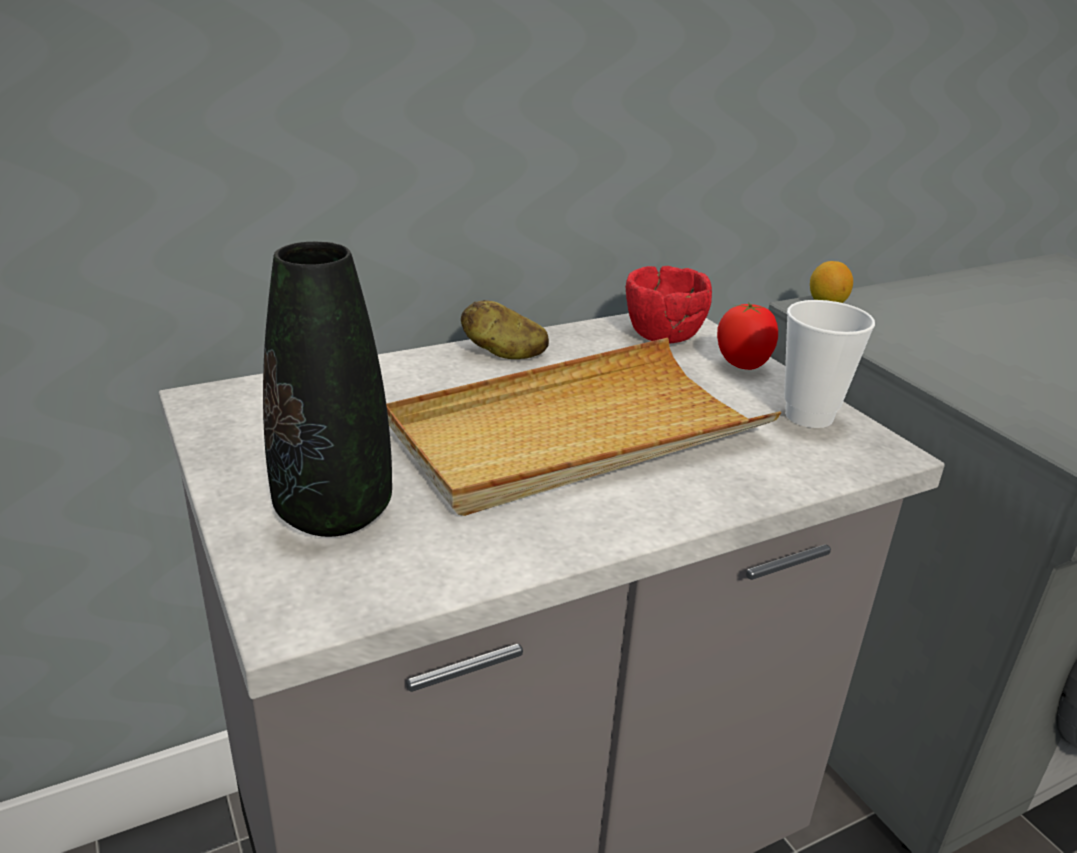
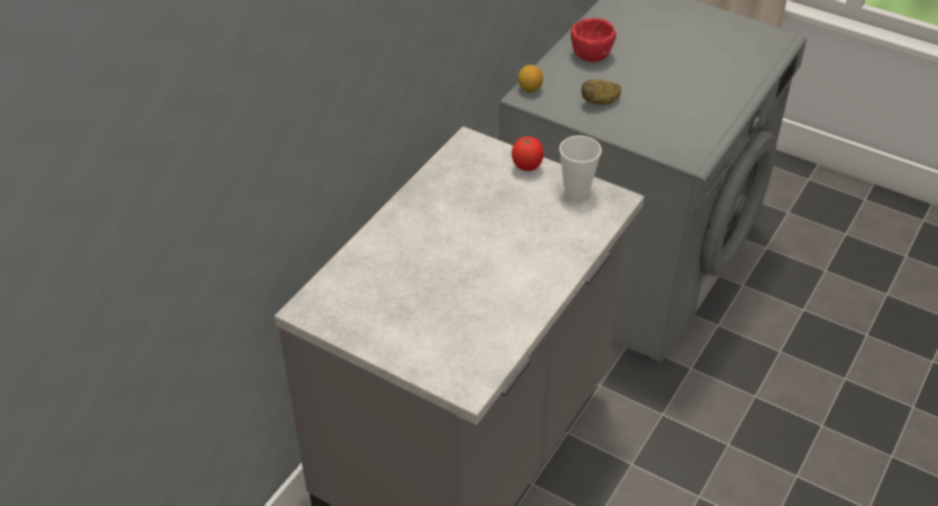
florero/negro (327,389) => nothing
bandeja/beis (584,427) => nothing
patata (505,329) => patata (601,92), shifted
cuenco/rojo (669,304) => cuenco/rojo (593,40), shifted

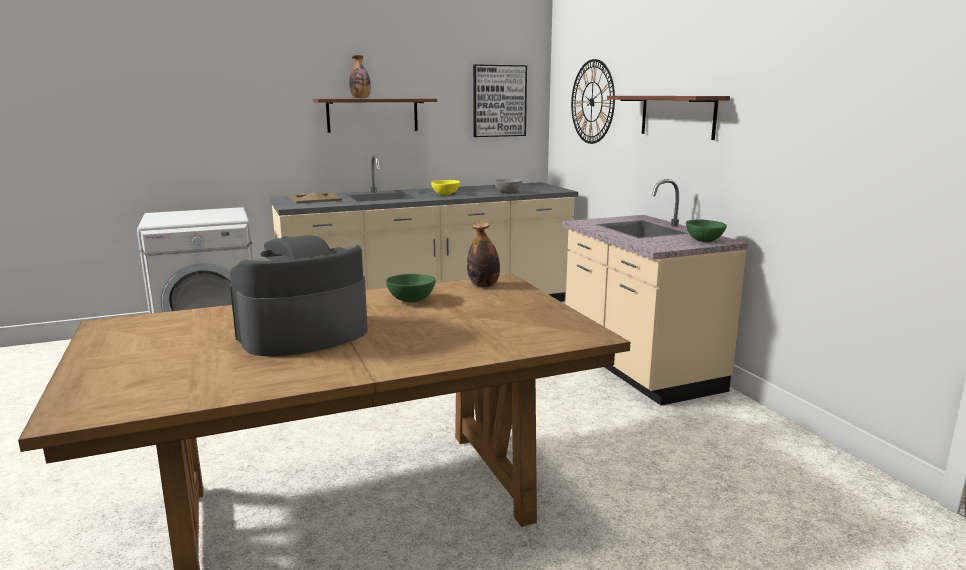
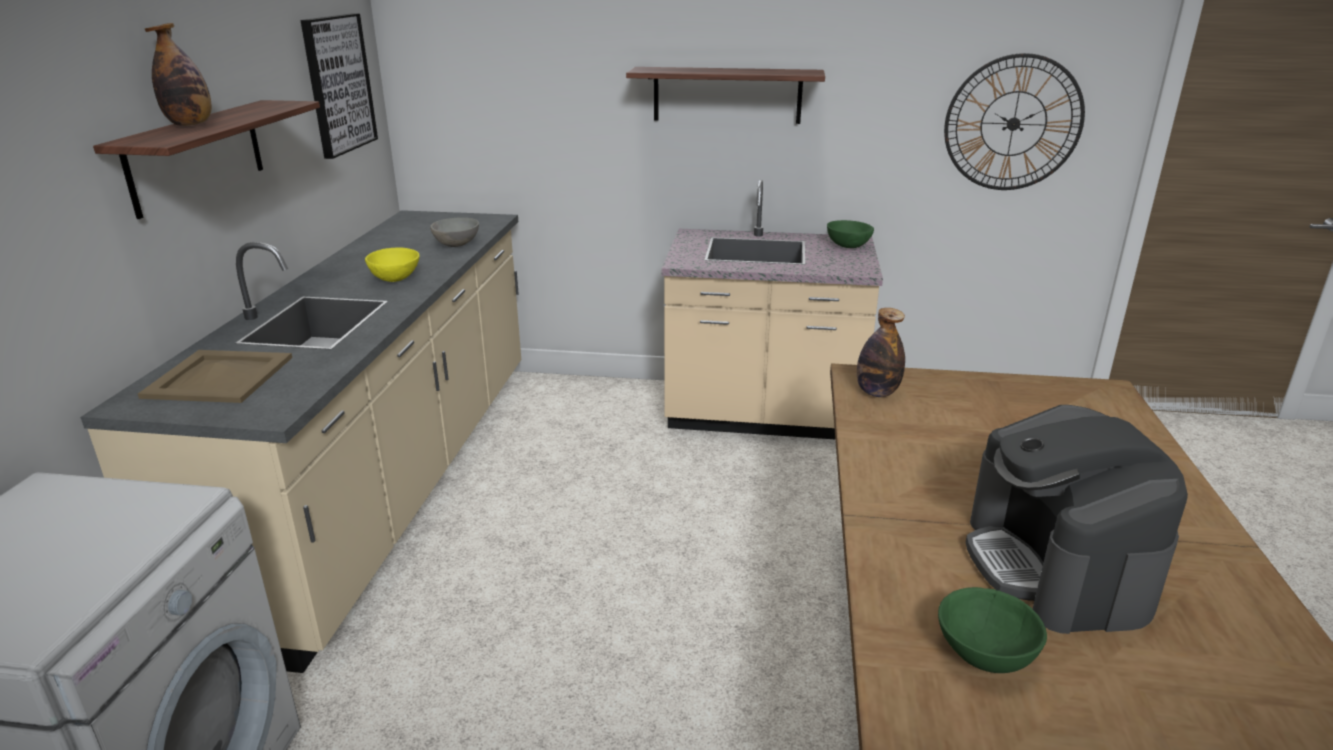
cuenco/verde (411,288) => cuenco/verde (992,630), shifted
reloj de pared (593,101) => reloj de pared (1014,121), shifted

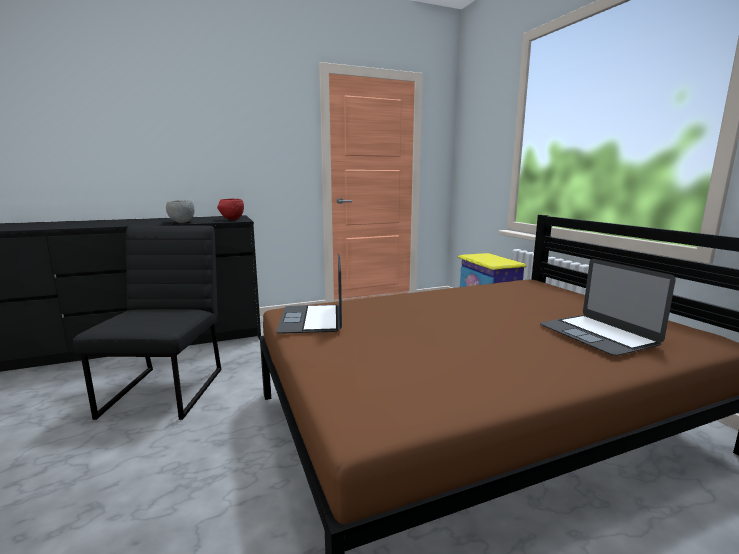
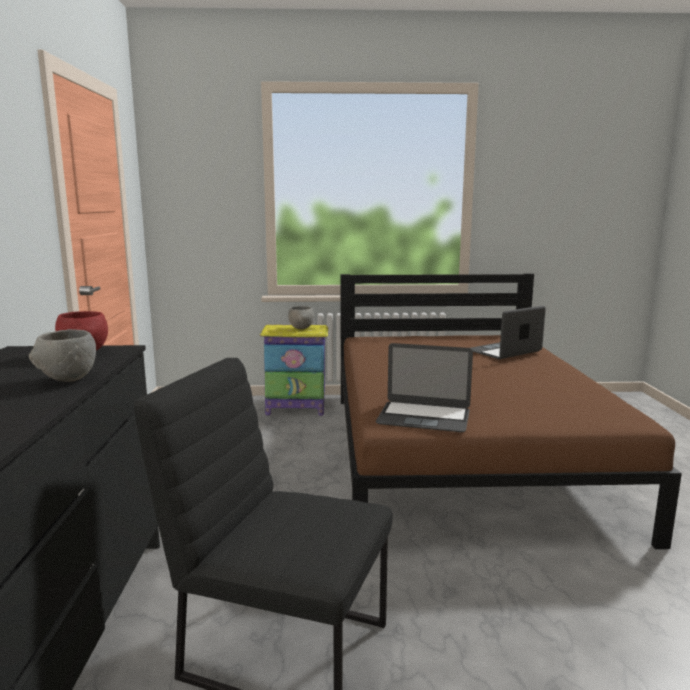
nothing => cuenco/gris (301,317)
portátil (608,307) => portátil (508,332), 150 degrees clockwise

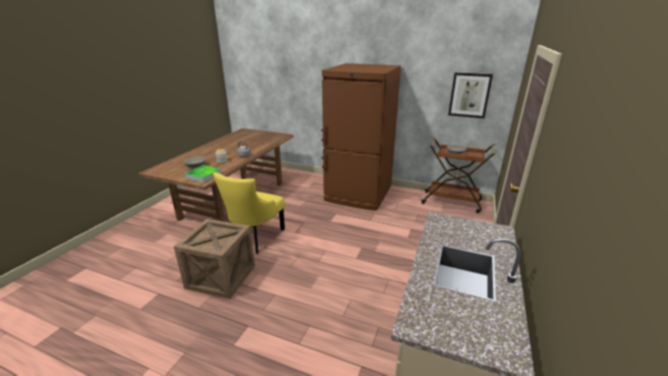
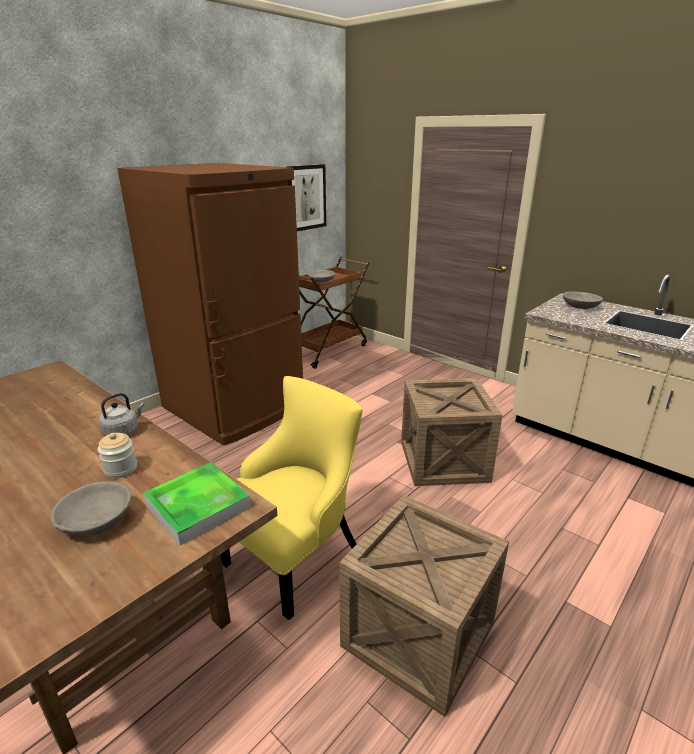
nothing => caja de embalaje (451,432)
nothing => cuenco/gris (583,300)
silla/amarillo (249,213) => silla/amarillo (292,498), 90 degrees counterclockwise

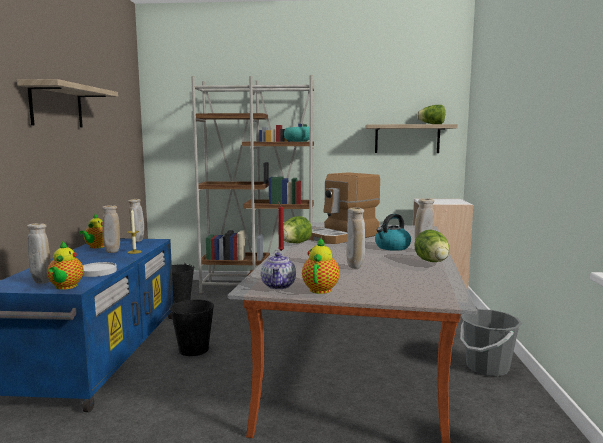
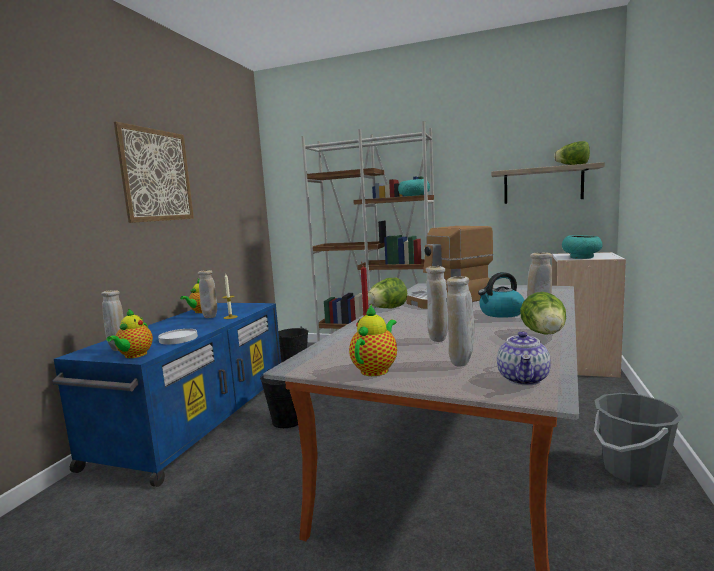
nothing => cuenco/turquesa (582,247)
florero/beis (136,220) => florero/beis (460,321), shifted
tetera (278,270) => tetera (524,358), shifted
estante (67,103) => cuadro (154,172)

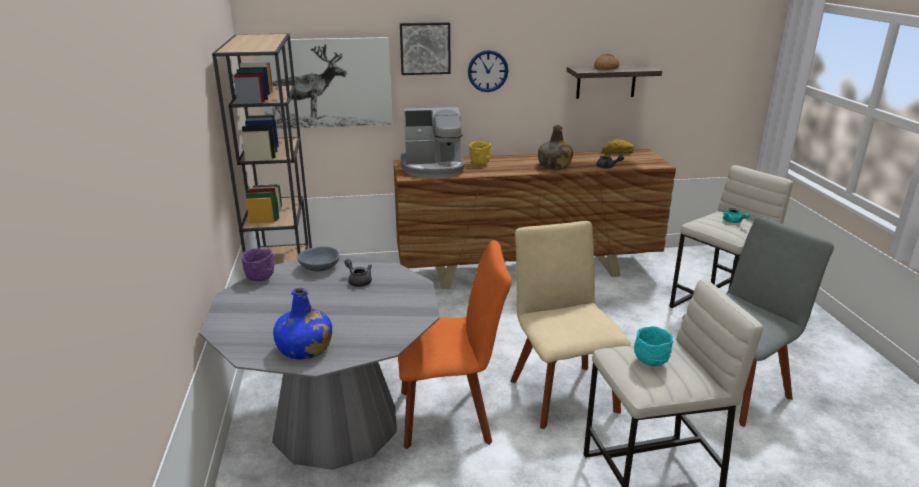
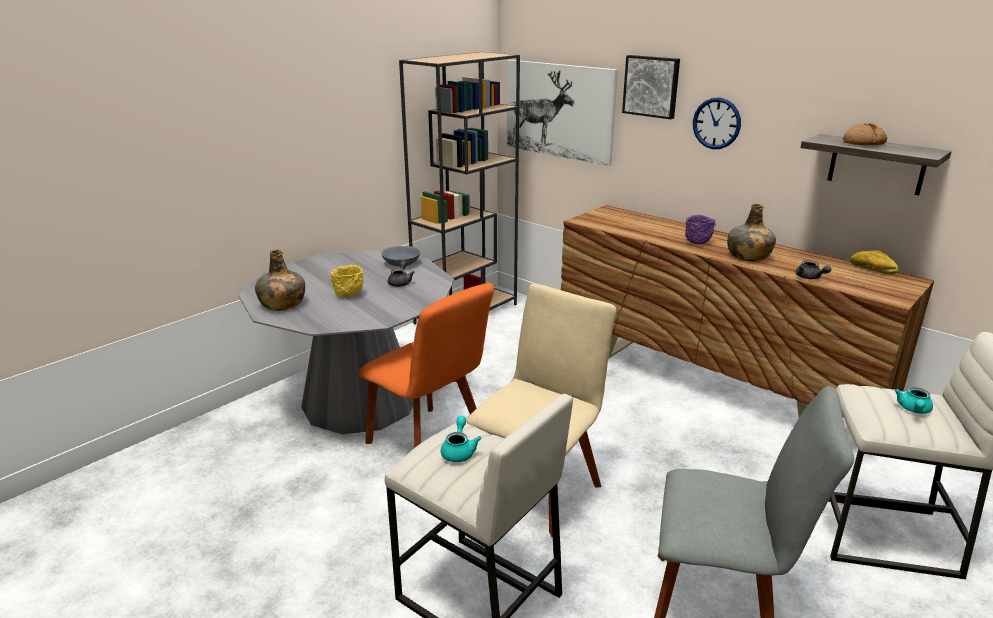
cafetera (433,142) => nothing
cuenco/morado (258,265) => cuenco/morado (700,229), shifted
cuenco/amarillo (480,153) => cuenco/amarillo (347,281), shifted
cuenco/turquesa (654,346) => tetera/turquesa (461,439)
botella/azul (302,323) => botella/verde (280,280)

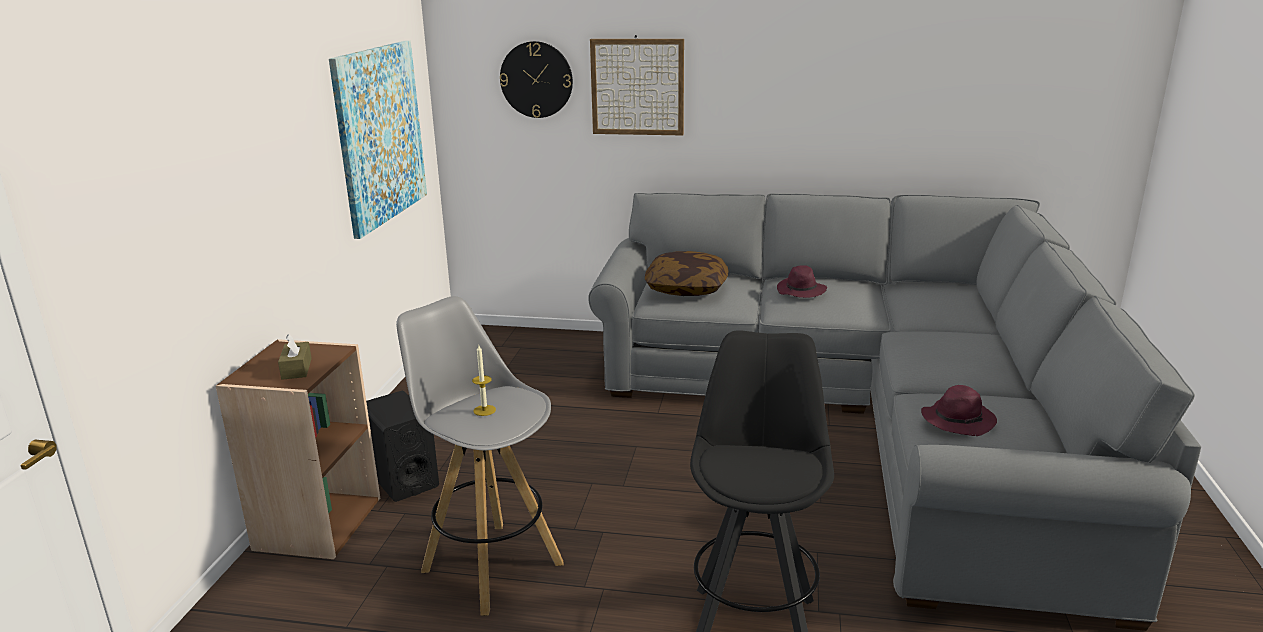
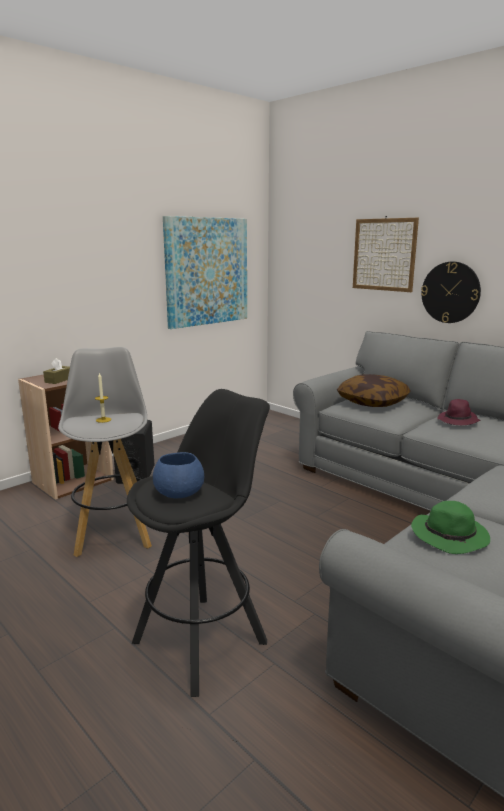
nothing => cuenco/azul (178,475)
reloj de pared (536,79) => reloj de pared (451,292), shifted
sombrero/morado (959,410) => sombrero/verde (450,527)

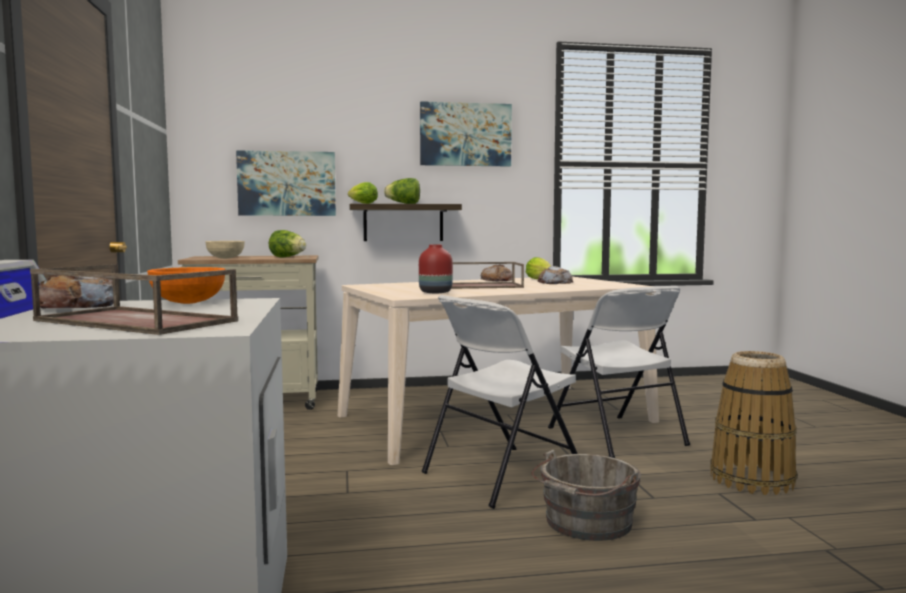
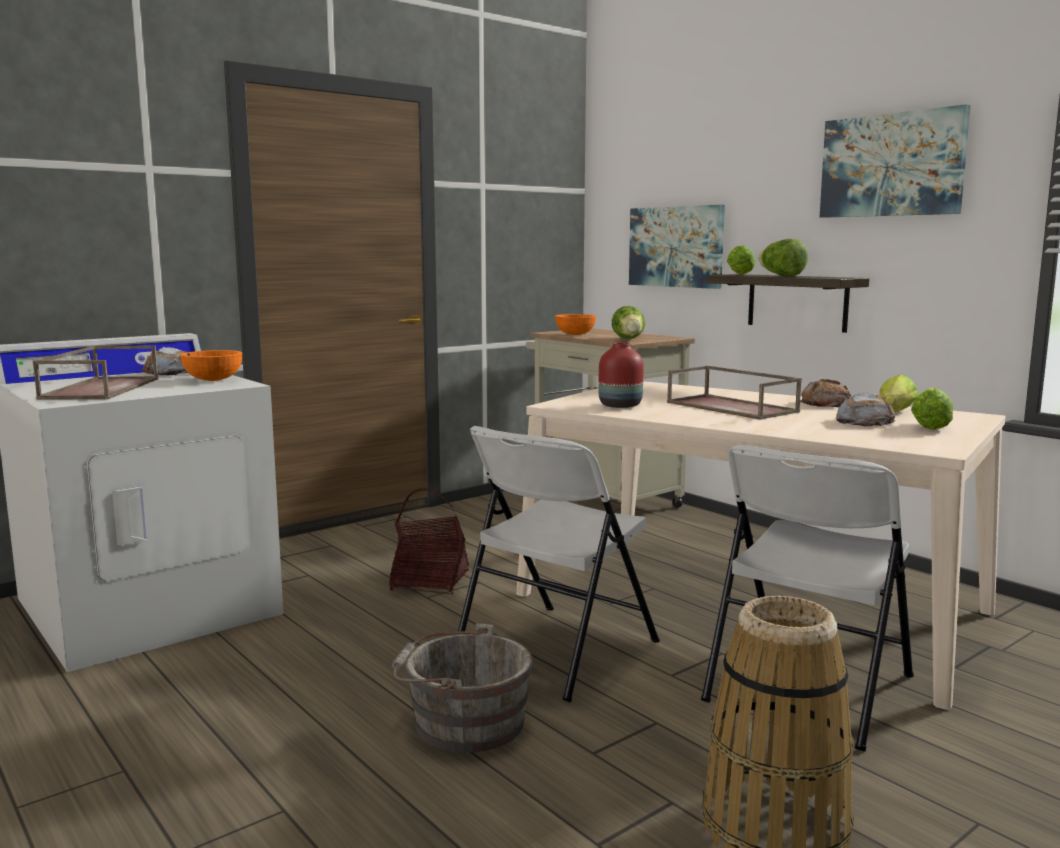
nothing => cesta (429,541)
nothing => lechuga (932,409)
cuenco/beis (225,250) => cuenco/naranja (575,324)
silla/blanco (500,402) => silla/blanco (559,564), 75 degrees counterclockwise

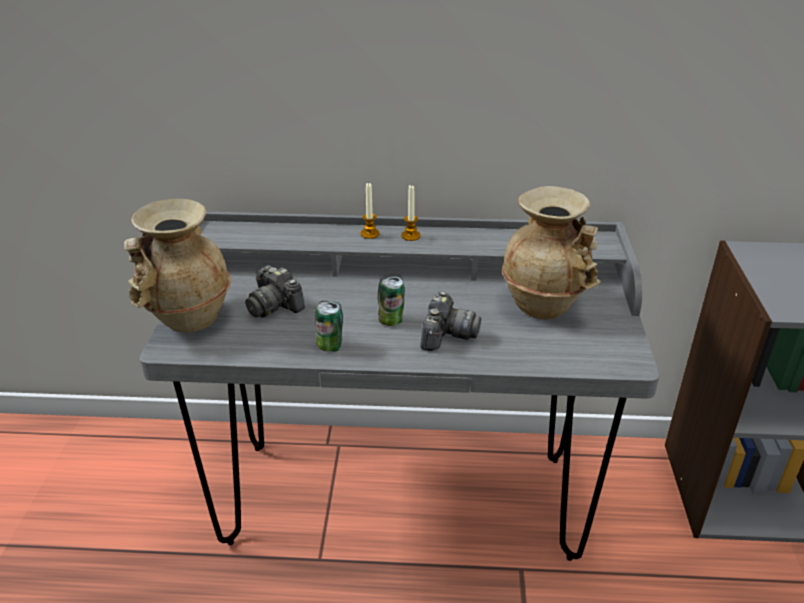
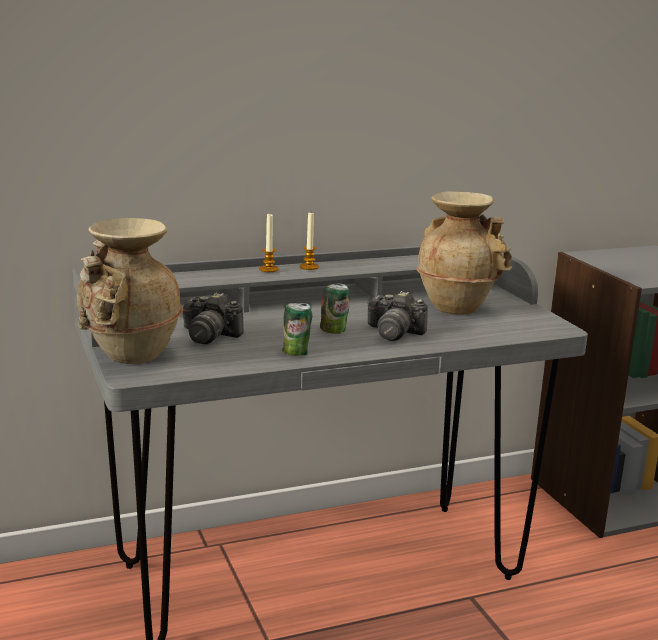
cámara (450,321) => cámara (397,316), 120 degrees clockwise

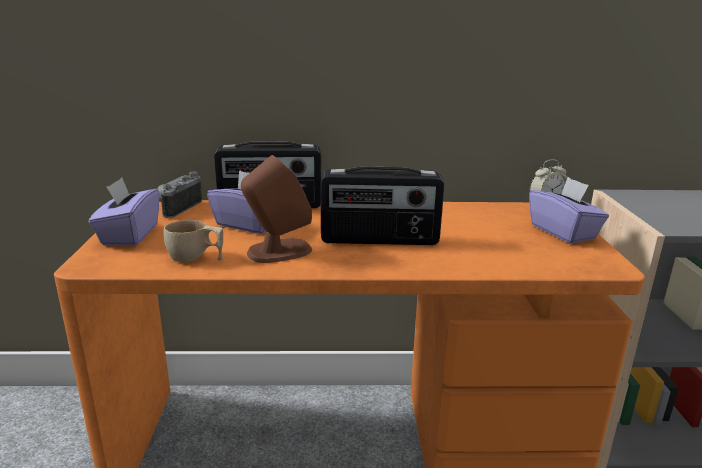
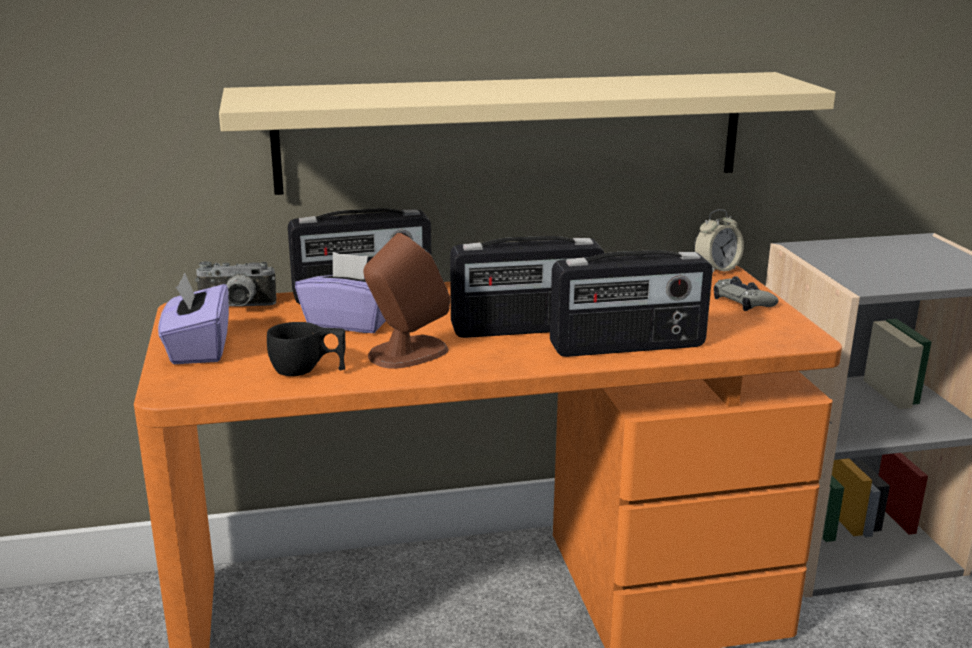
nothing => estante/beis (527,133)
nothing => radio (631,303)
caja de pañuelos/morado (569,210) => mando de consola/gris (746,293)
taza/beis (193,241) => taza/negro (306,349)
cámara (179,194) => cámara (235,283), 105 degrees counterclockwise

